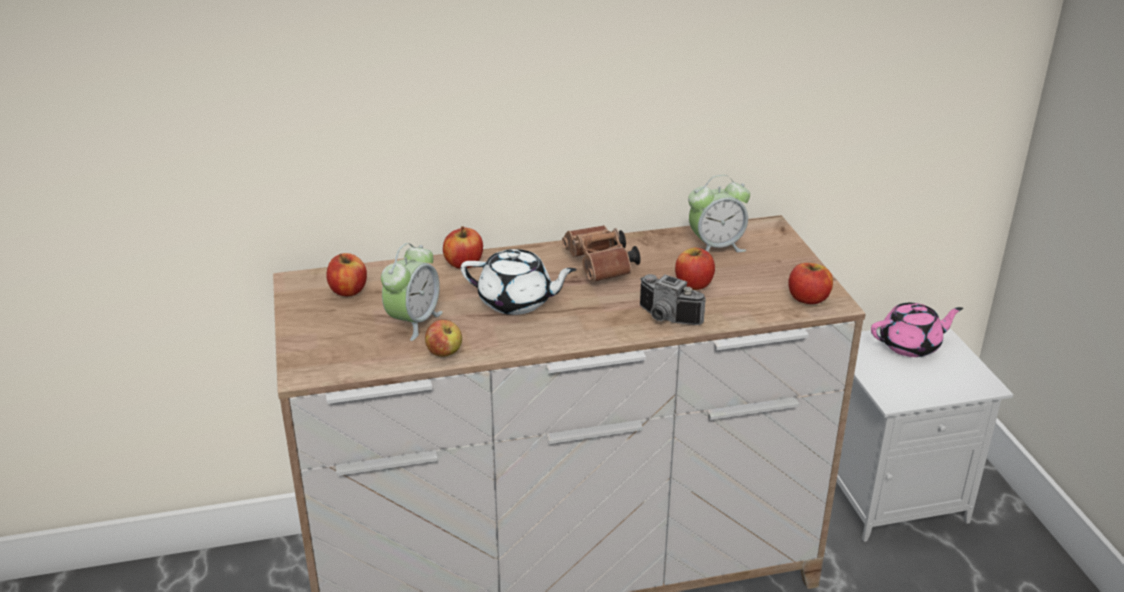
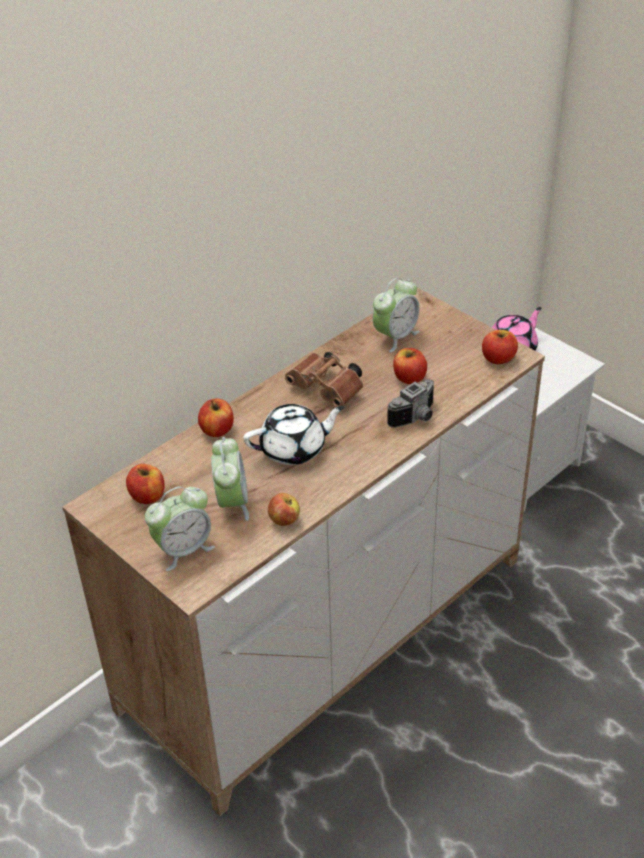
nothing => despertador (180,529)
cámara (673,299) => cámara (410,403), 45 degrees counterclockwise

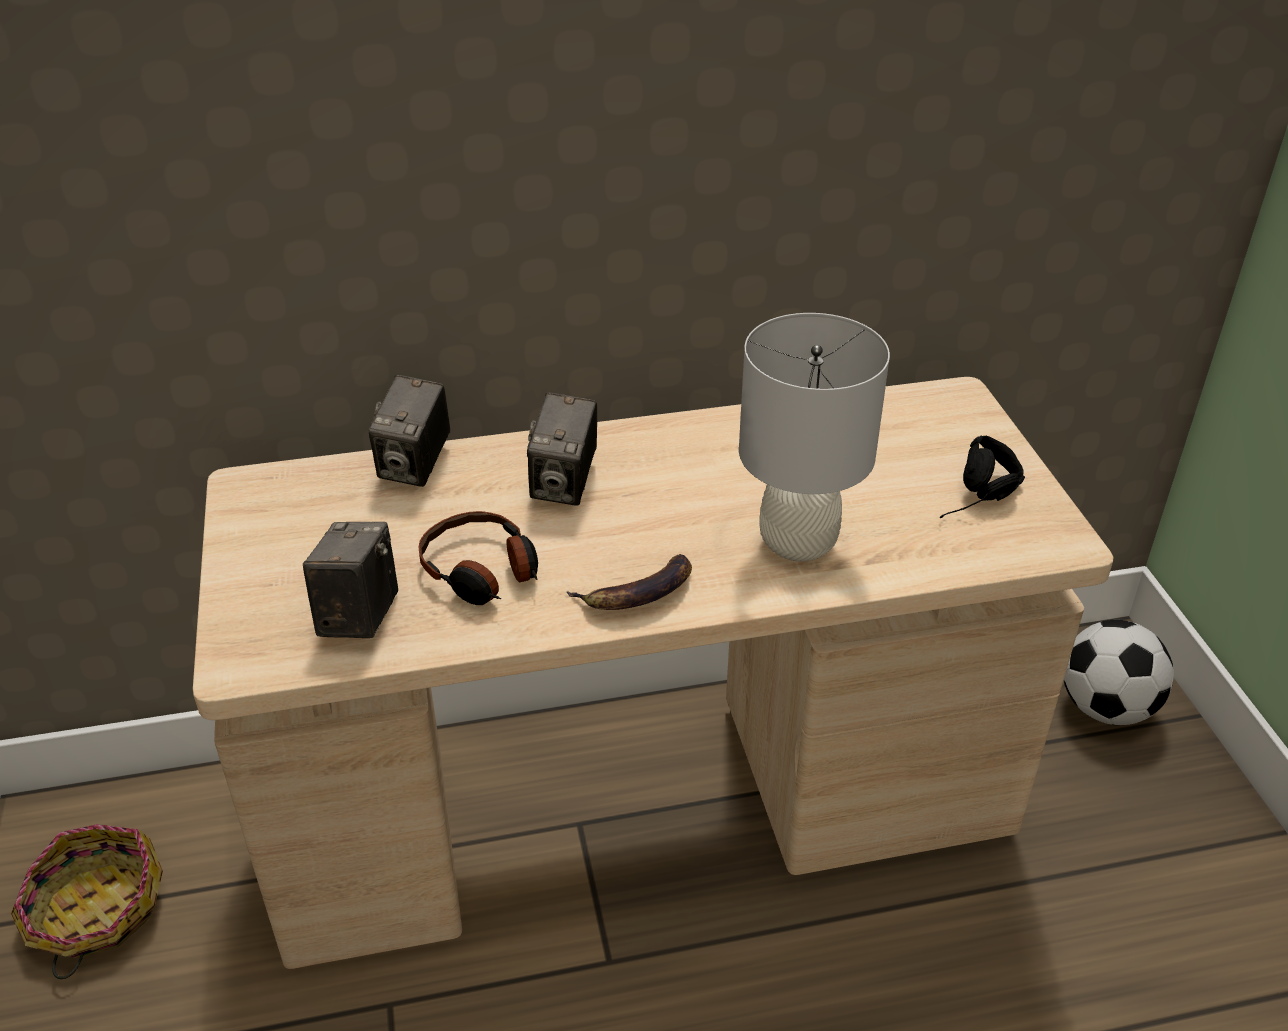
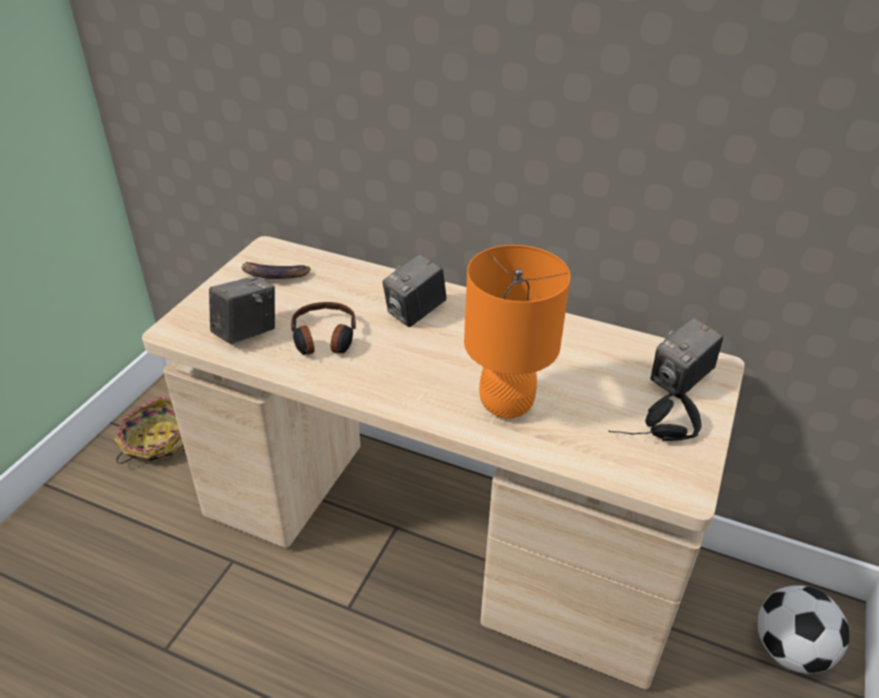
cámara (409,431) => cámara (687,358), shifted
plátano (629,582) => plátano (276,270), shifted
lámpara de mesa/gris (814,437) => lámpara de mesa/naranja (517,331)

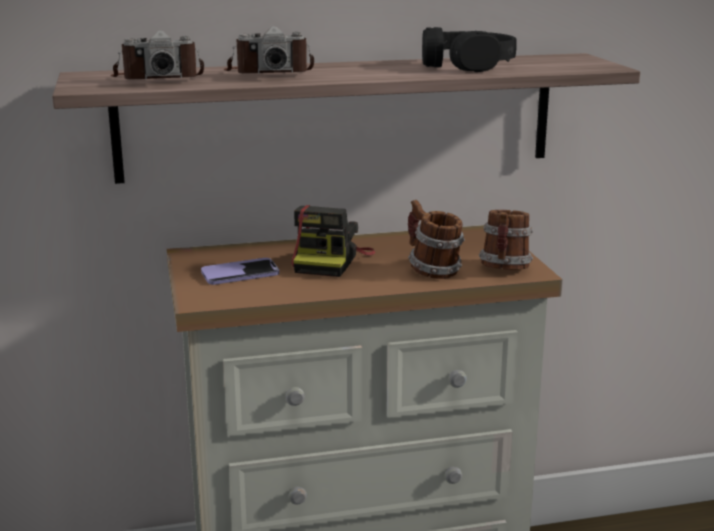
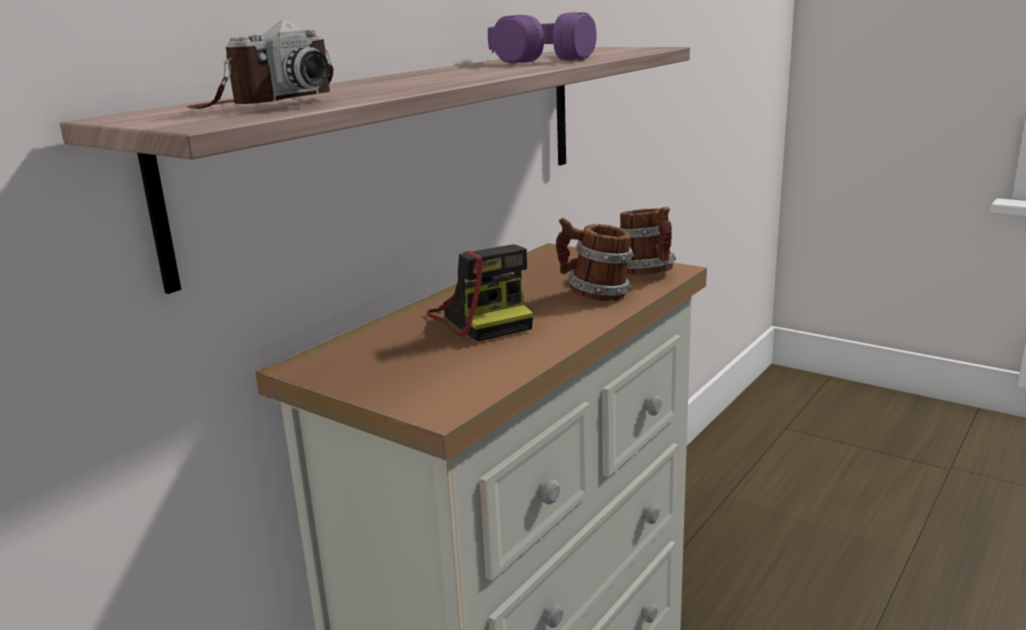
móvil (240,271) => nothing
cámara (269,49) => nothing
auriculares/negro (469,49) => auriculares/morado (542,37)

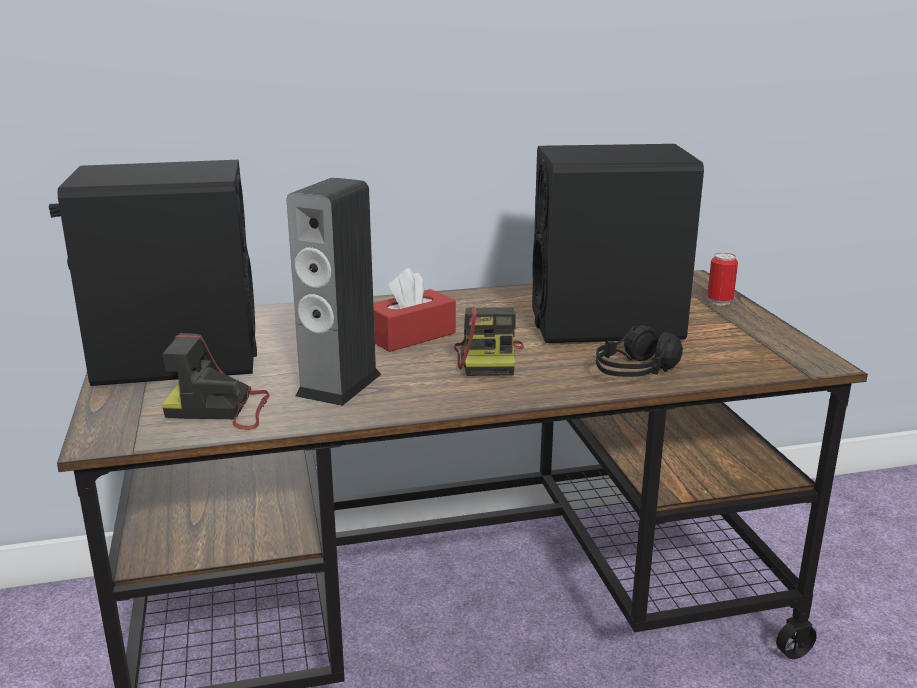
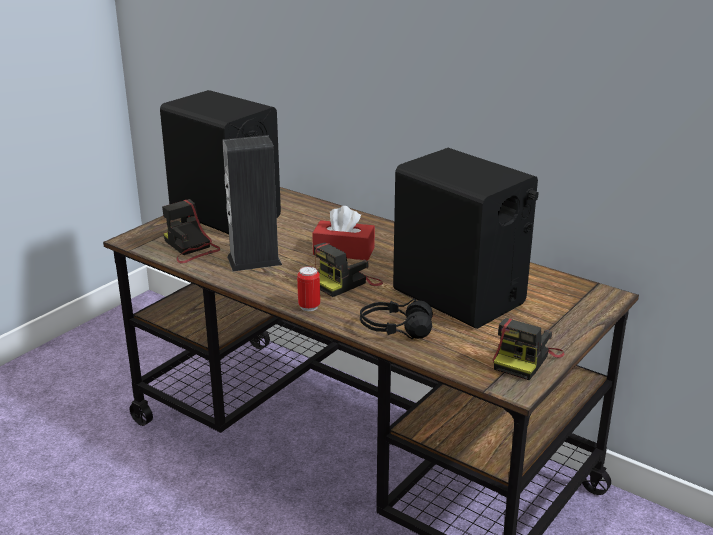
nothing => cámara (528,349)
lata (722,279) => lata (308,288), shifted

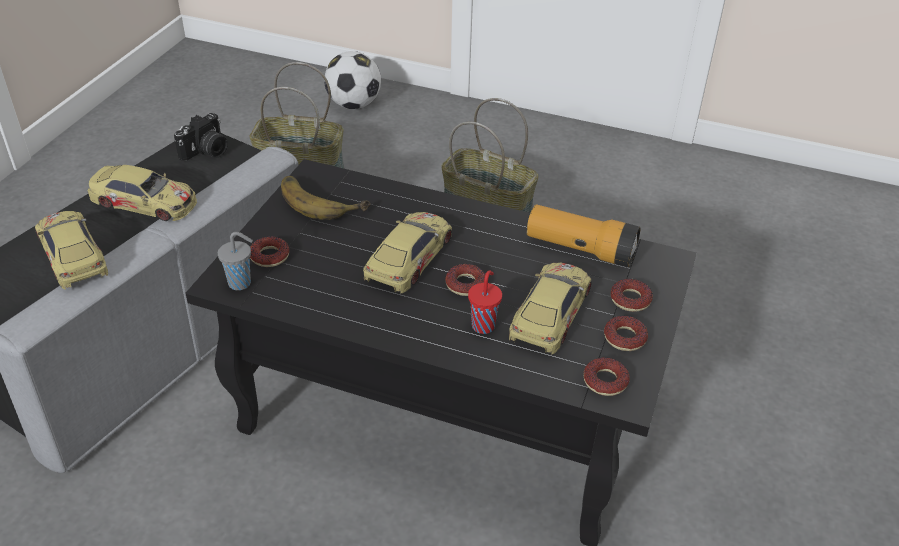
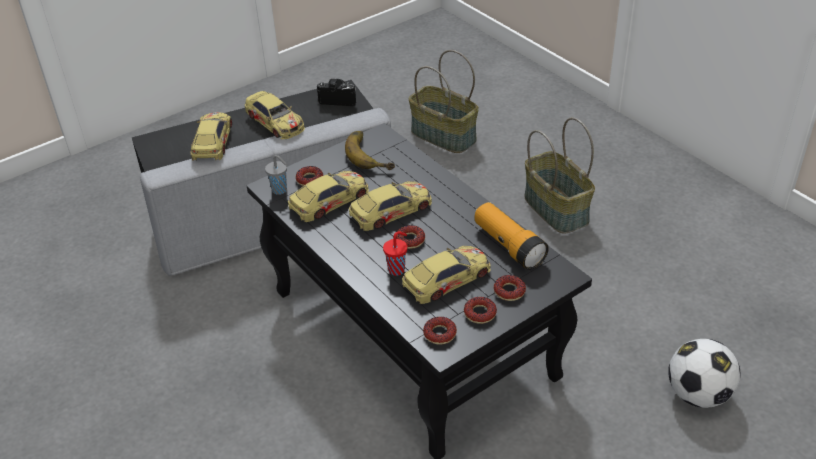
nothing => coche de juguete (328,196)
balón de fútbol (352,80) => balón de fútbol (704,373), shifted
cámara (201,137) => cámara (336,92), 150 degrees counterclockwise

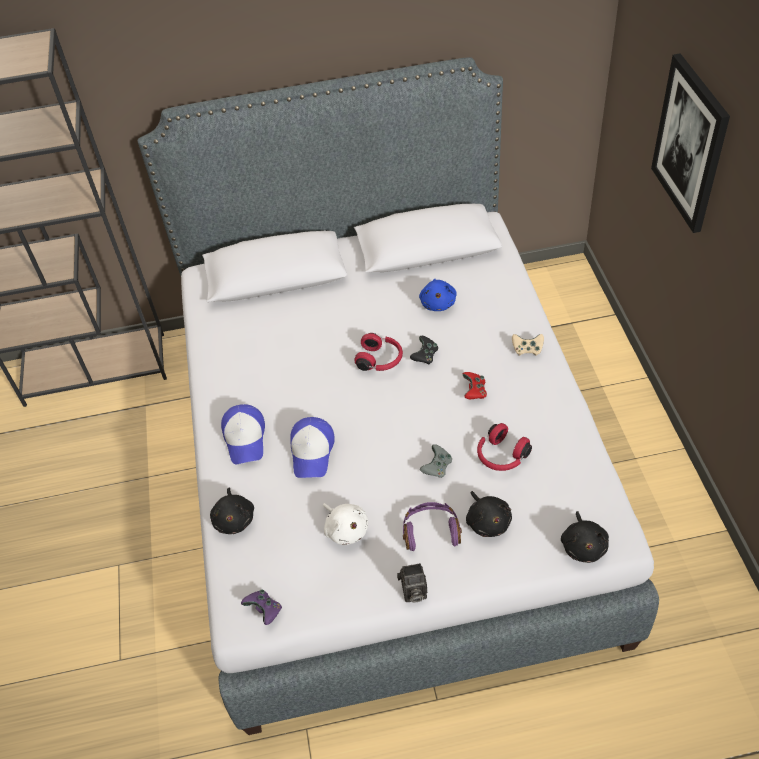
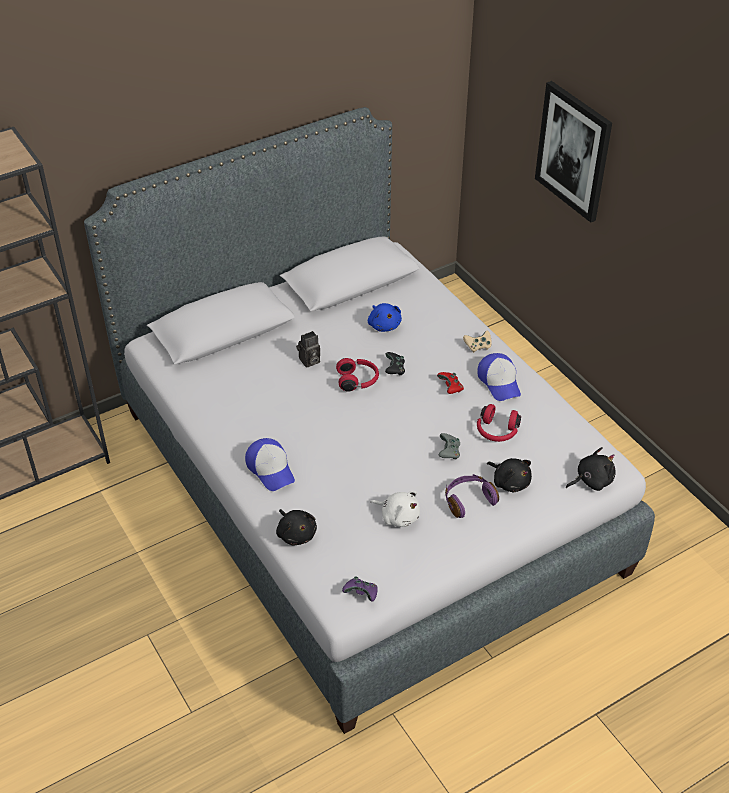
gorra (312,447) => gorra (499,377), shifted
cámara (412,582) => cámara (308,349), shifted
peluche/negro (585,537) => peluche/negro (591,469), 90 degrees counterclockwise

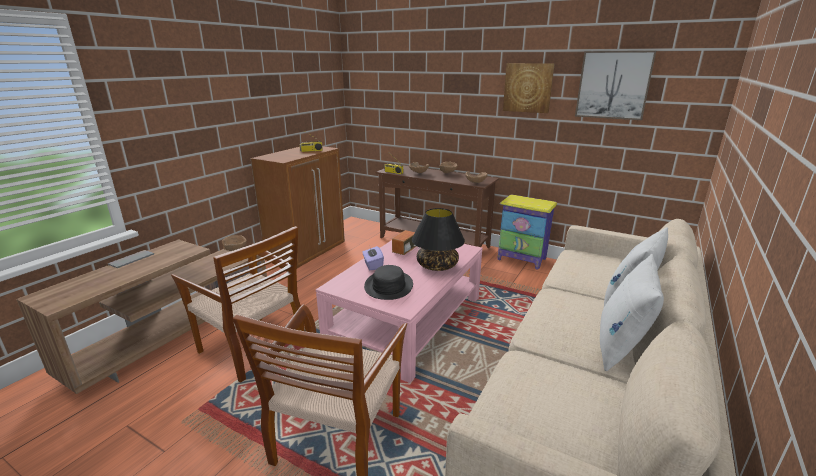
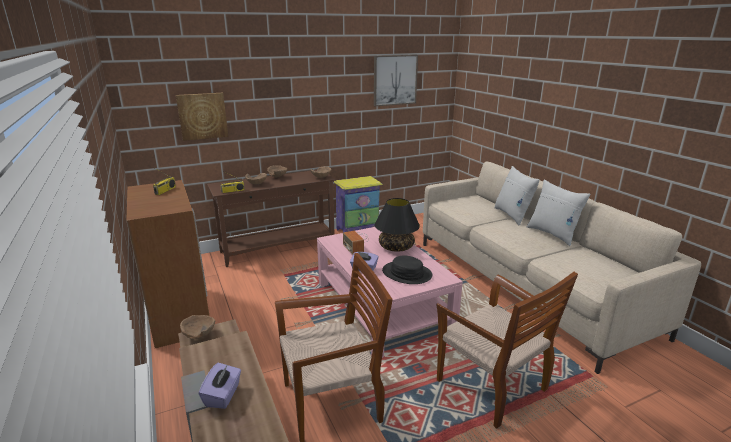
nothing => caja de pañuelos/morado (220,386)
cuadro (529,88) => cuadro (202,117), shifted

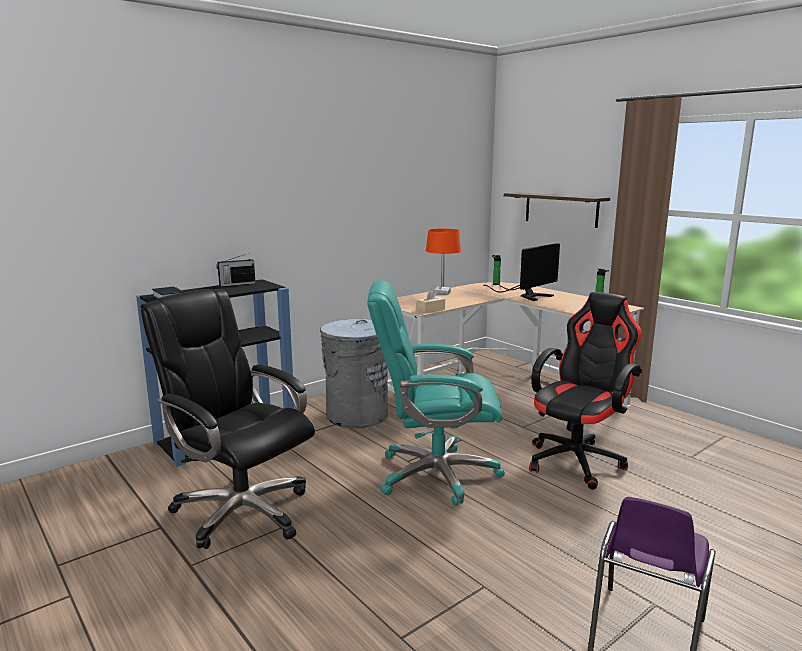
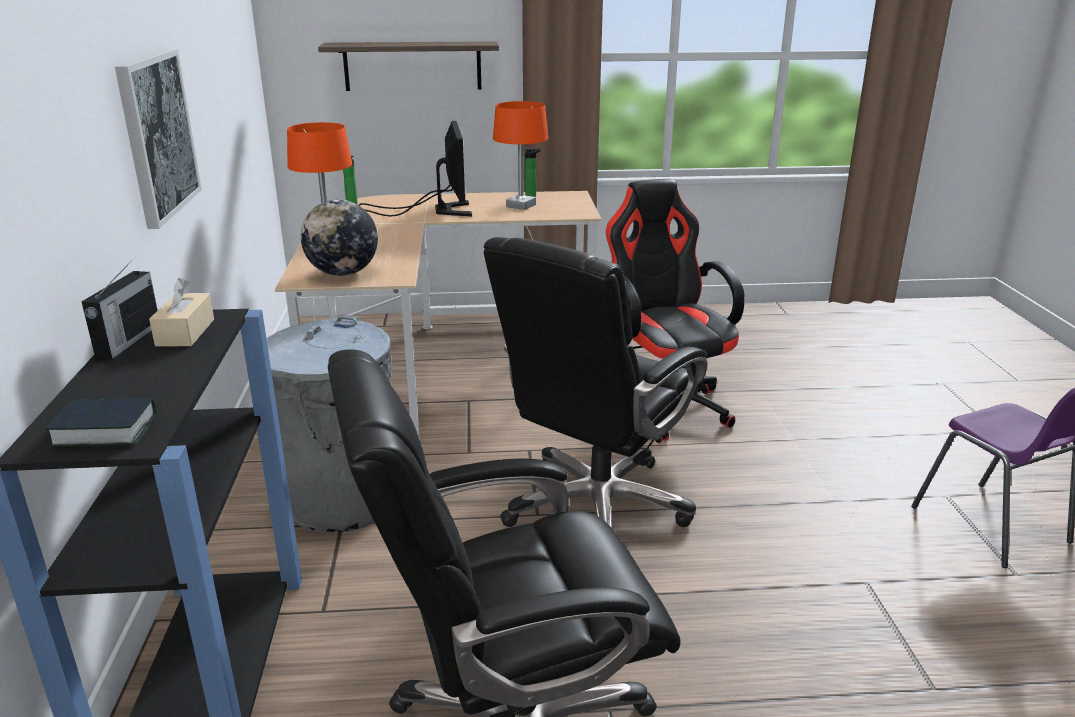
nothing => cuadro (158,139)
nothing => globo terráqueo (339,238)
nothing => lámpara de mesa/naranja (520,155)
caja de pañuelos/beis (431,301) => caja de pañuelos/beis (181,312), shifted
silla de oficina/turquesa (436,392) => silla de oficina/negro (595,382)

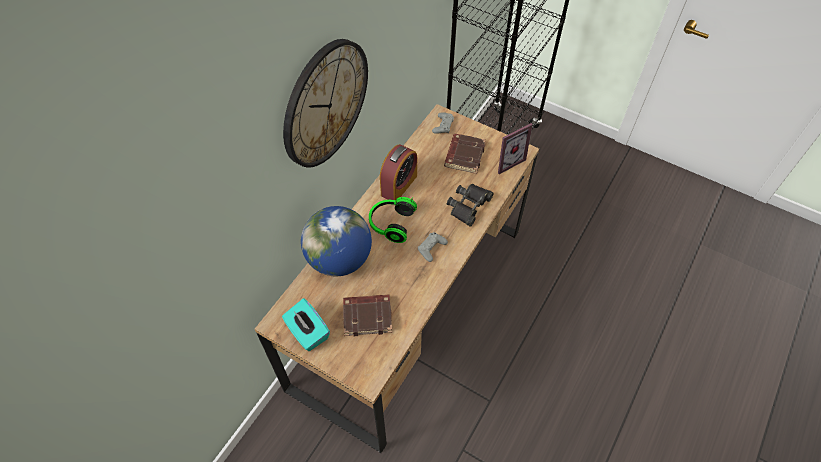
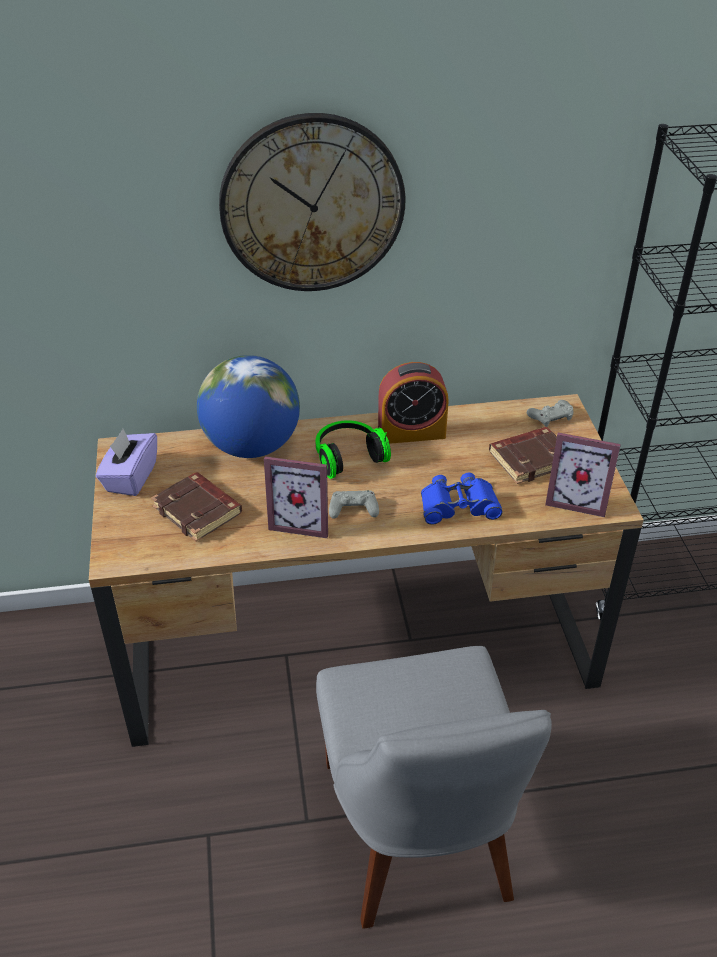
nothing => portarretratos (296,497)
nothing => silla/gris (434,787)
caja de pañuelos/turquesa (306,324) => caja de pañuelos/morado (126,462)
prismáticos/negro (470,205) => prismáticos/azul (462,499)

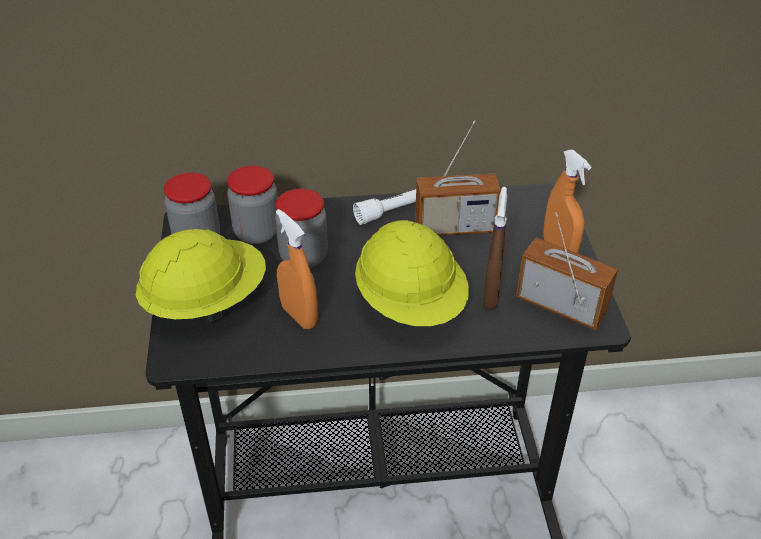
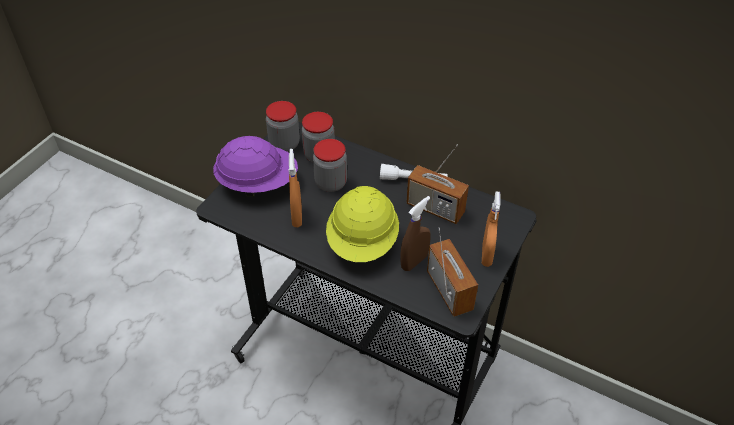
casco/amarillo (200,276) => casco/morado (255,166)

